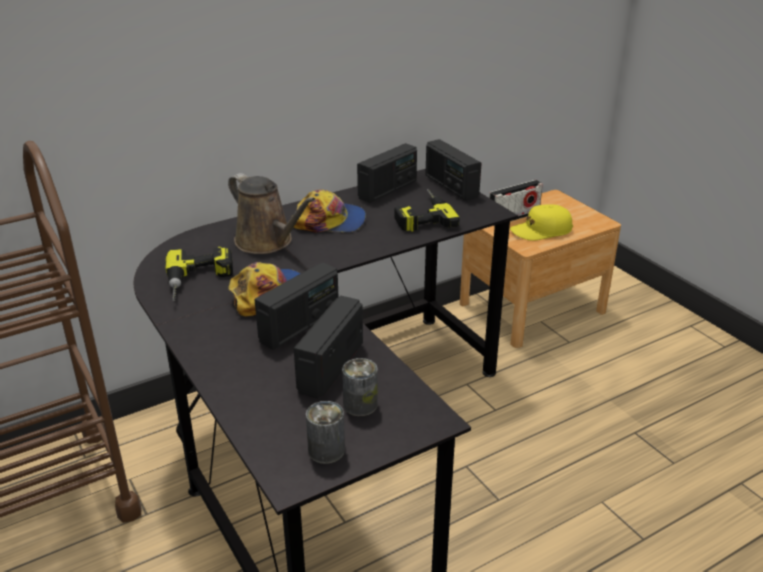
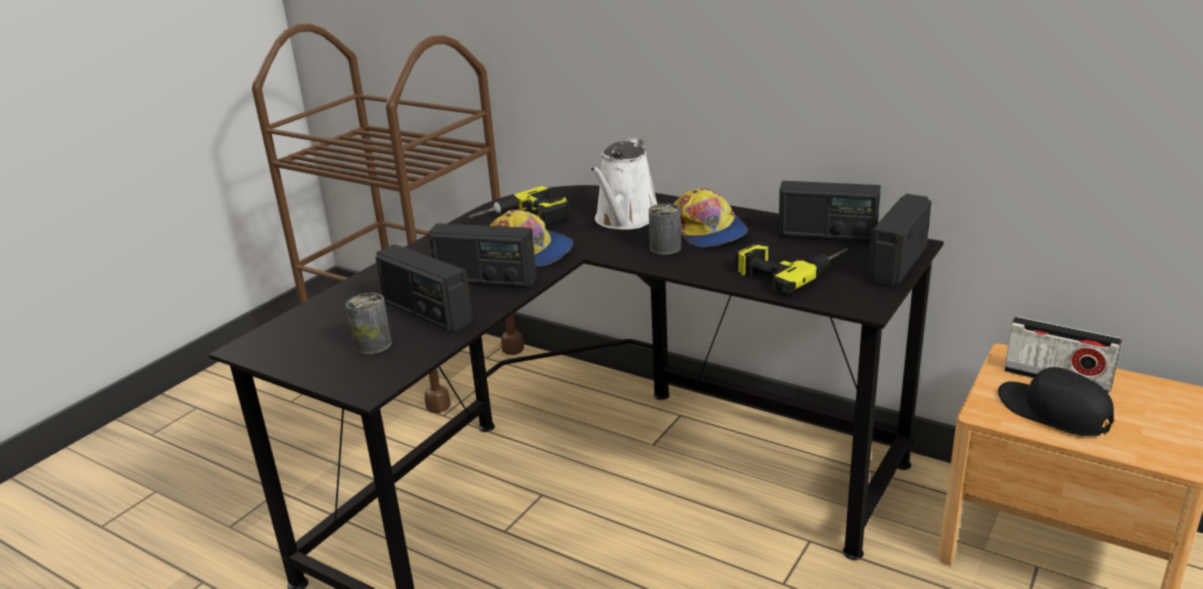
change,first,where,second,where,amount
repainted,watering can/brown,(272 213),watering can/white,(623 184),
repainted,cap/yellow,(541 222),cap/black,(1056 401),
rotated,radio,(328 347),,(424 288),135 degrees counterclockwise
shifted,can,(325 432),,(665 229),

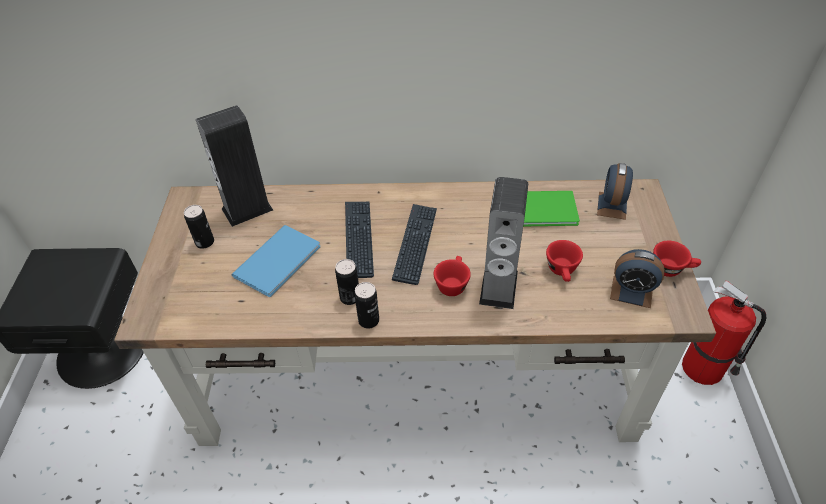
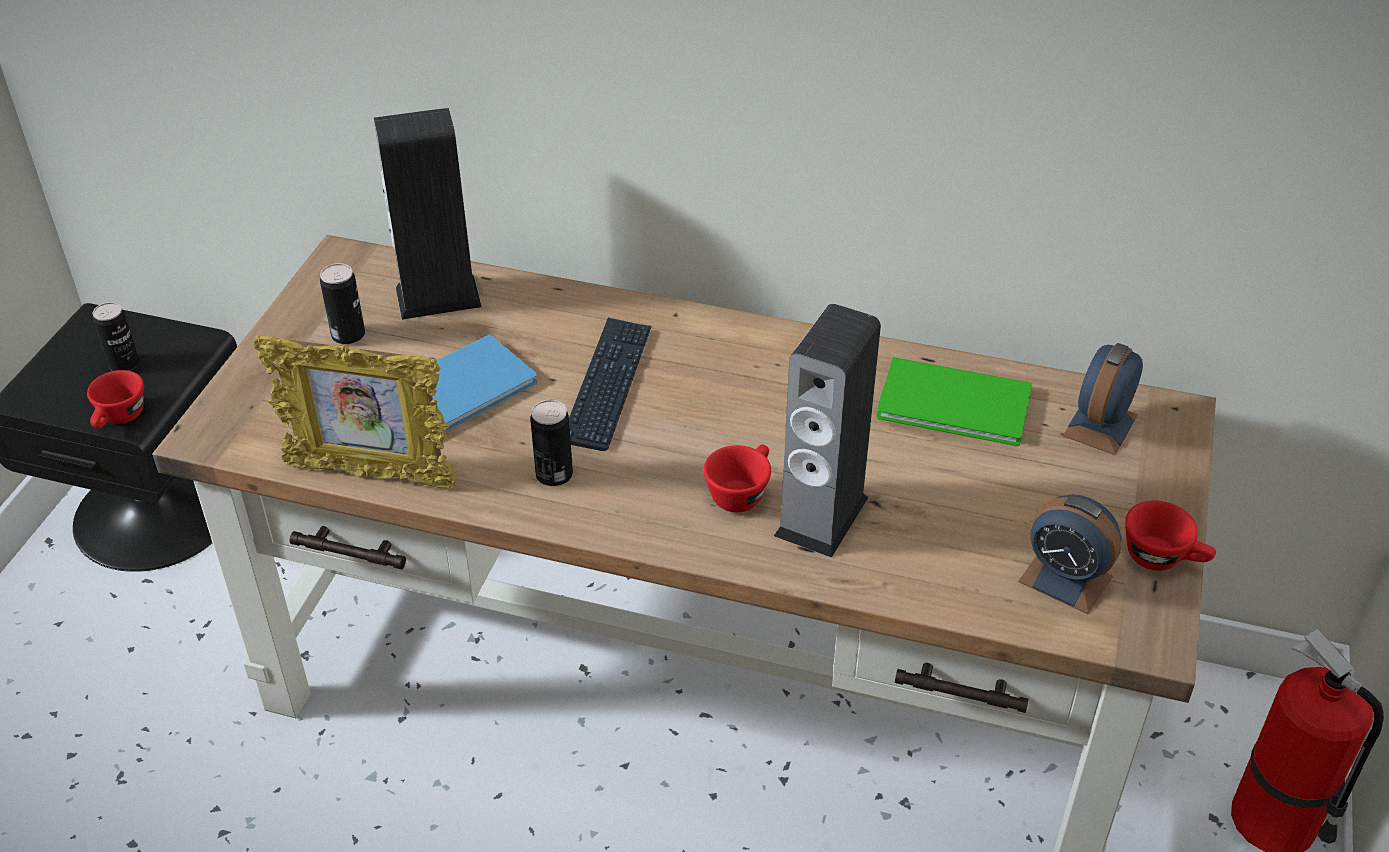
change,first,where,second,where,amount
gone,keyboard,(414 244),,,
shifted,cup/red,(564 261),,(115 399),
shifted,can,(366 305),,(116 336),
new,,,picture frame,(355 412),

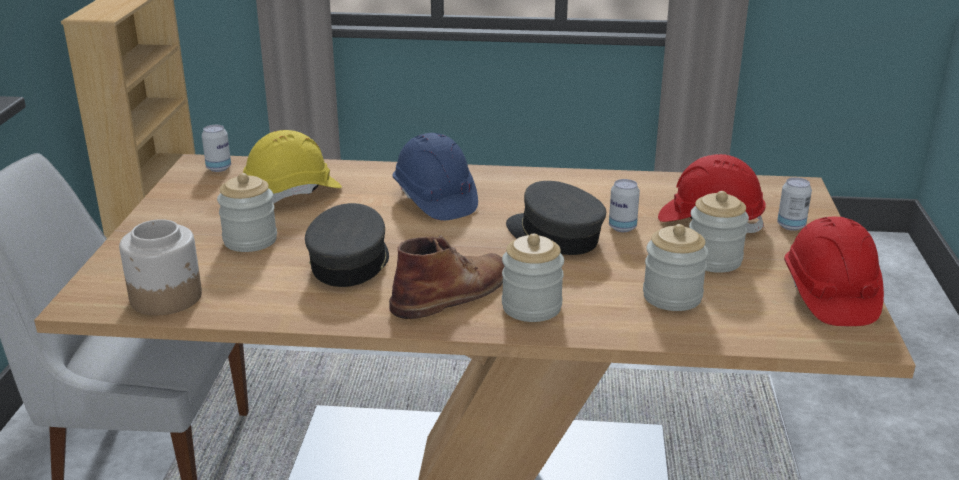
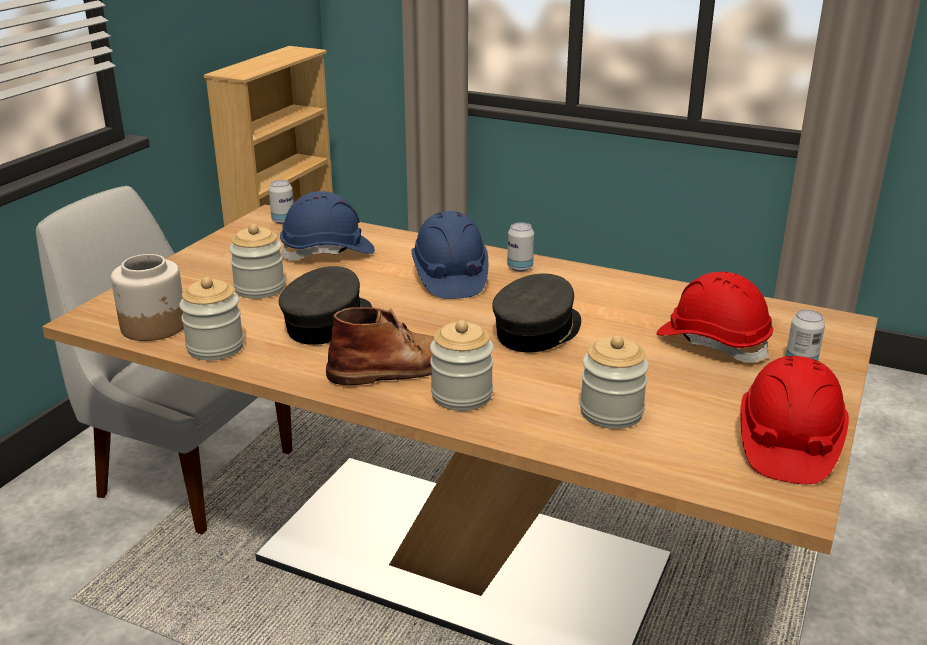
change,first,where,second,where,amount
repainted,hard hat/yellow,(292 167),hard hat/blue,(327 226),
shifted,can,(624 205),,(520 247),
rotated,cap/grey,(556 218),,(536 312),60 degrees clockwise
shifted,jar,(719 232),,(211 318),

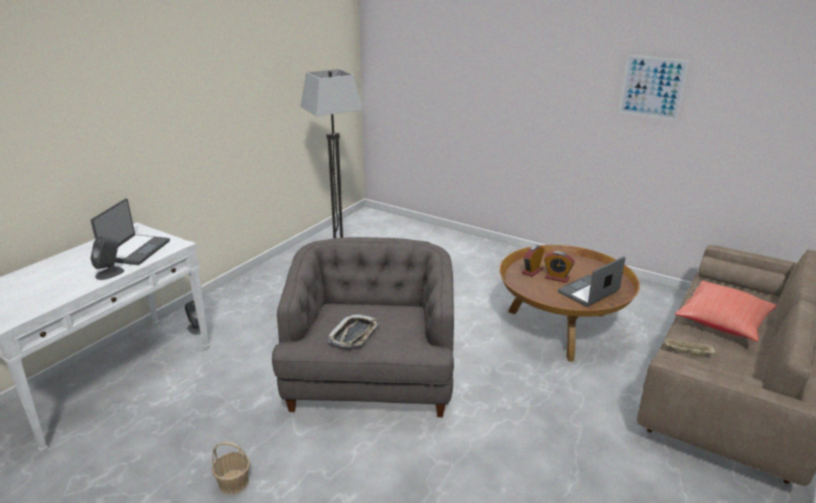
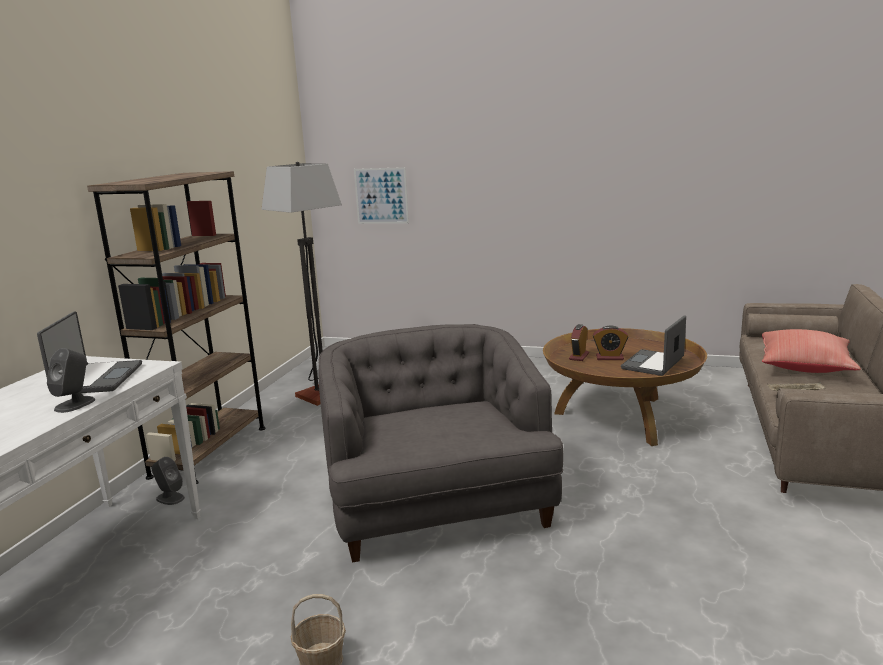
change,first,where,second,where,amount
shifted,picture,(654 87),,(381 195),
gone,tray,(353 330),,,
new,,,bookcase/brown,(176 327),

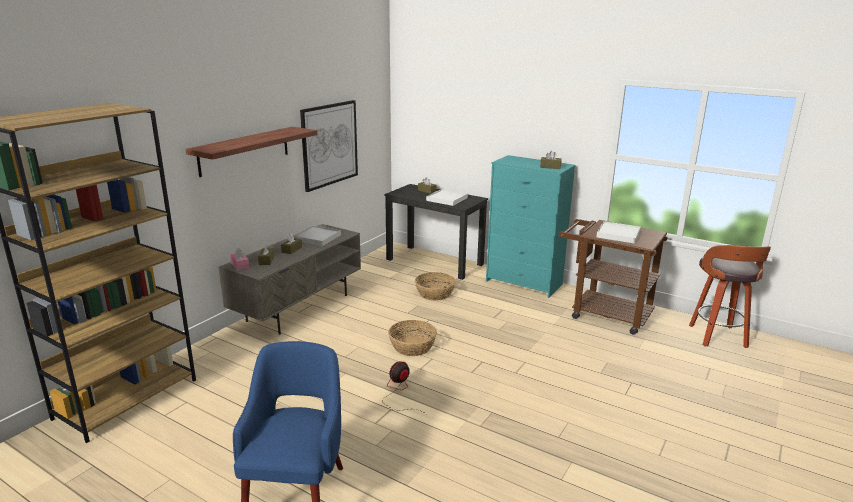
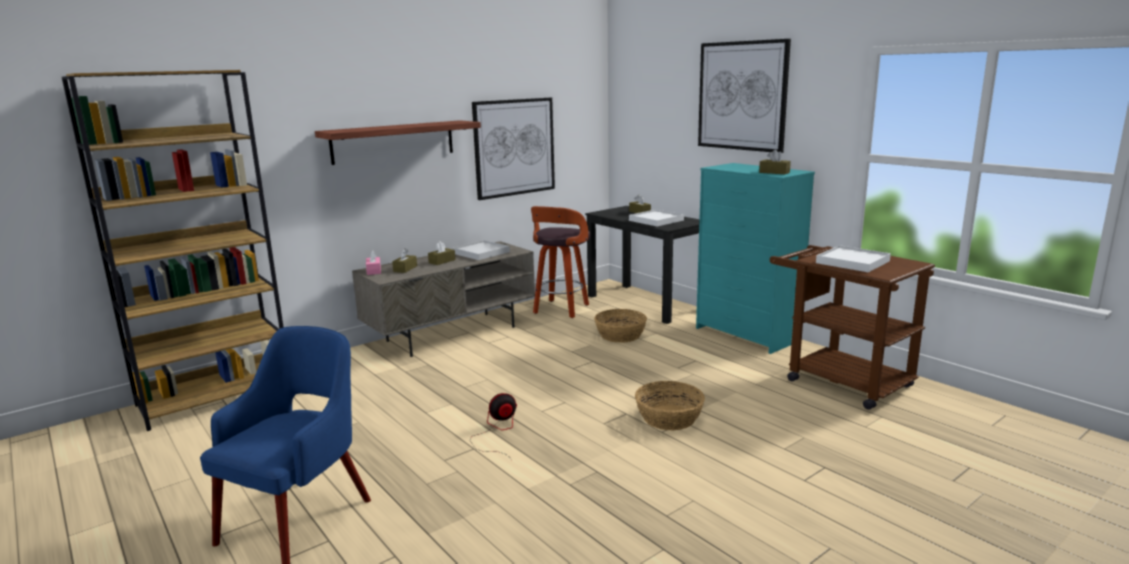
change,first,where,second,where,amount
shifted,stool,(730 296),,(560 262),
shifted,basket,(412 338),,(670 405),
new,,,picture,(744 96),

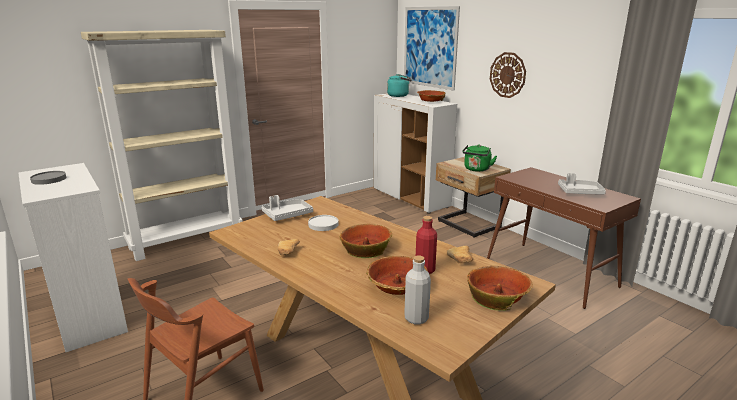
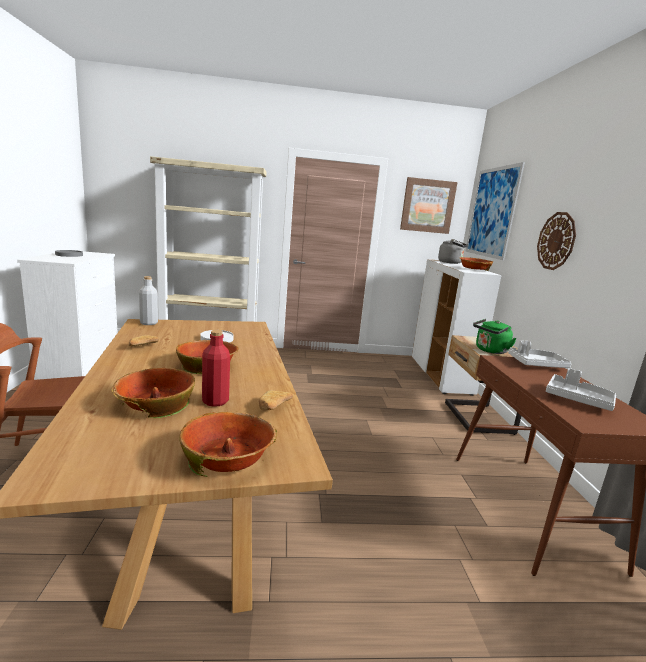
change,first,where,second,where,amount
repainted,kettle/turquoise,(399 85),kettle/grey,(453 251),
shifted,tray/grey,(287 208),,(539 354),
shifted,bottle/grey,(417 289),,(148 300),
new,,,picture,(429 205),

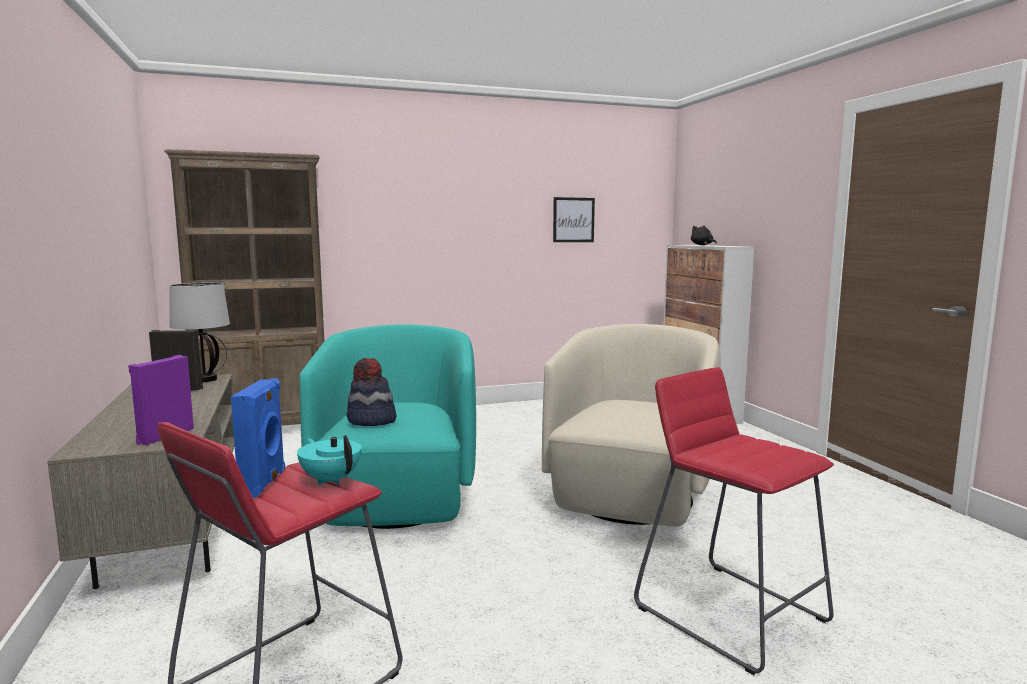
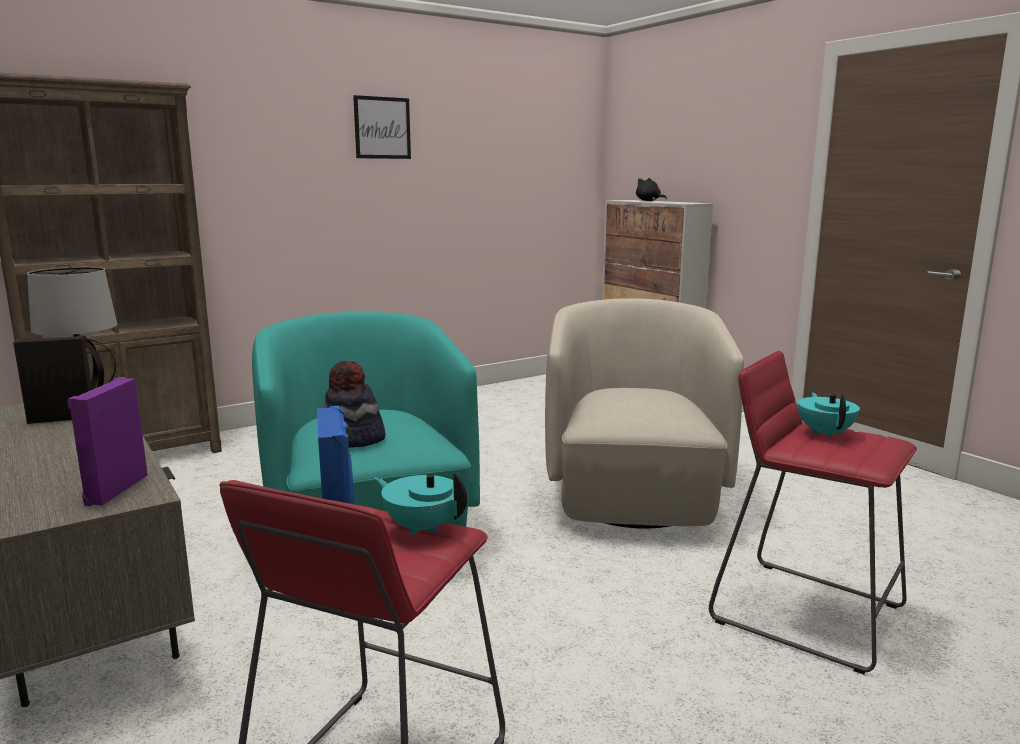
change,first,where,second,where,amount
shifted,picture,(574 219),,(382 127),
new,,,teapot/turquoise,(829 415),

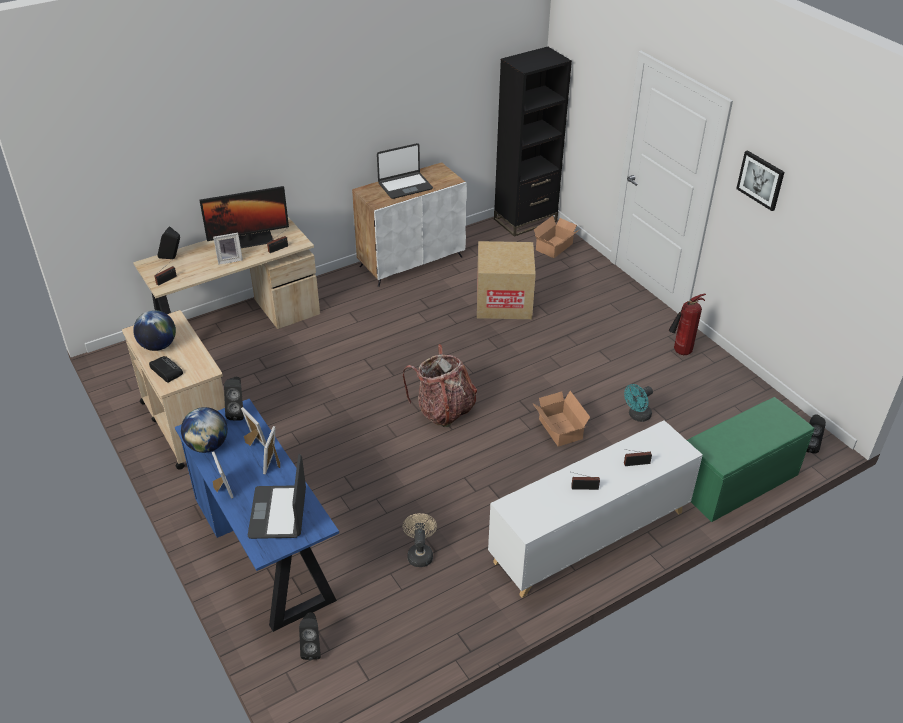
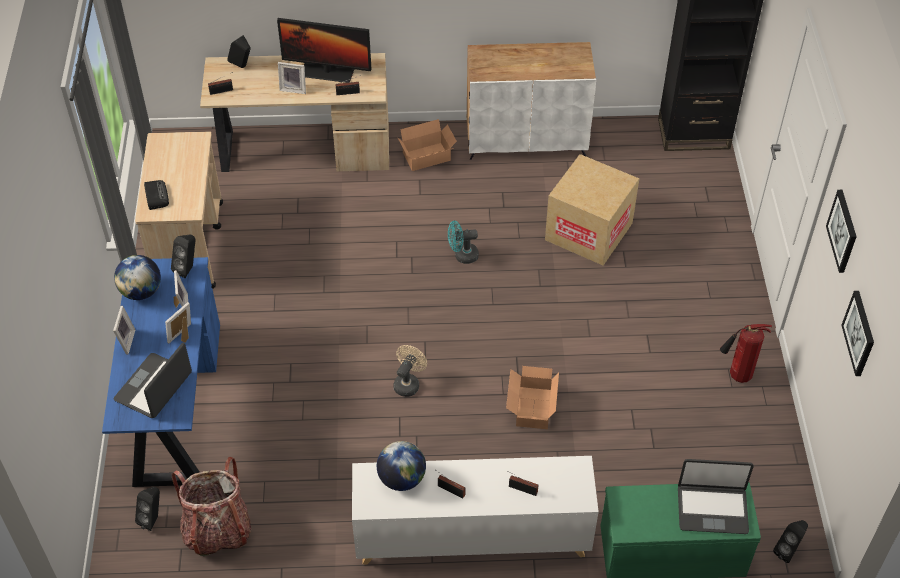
change,first,where,second,where,amount
shifted,laptop,(405 171),,(716 496),
shifted,cardboard box,(556 237),,(427 145),
shifted,globe,(154 330),,(401 466),
shifted,backpack,(440 385),,(211 507),
shifted,fan/turquoise,(638 403),,(463 242),
shifted,fan/beige,(420 540),,(410 371),
new,,,picture,(857 333),

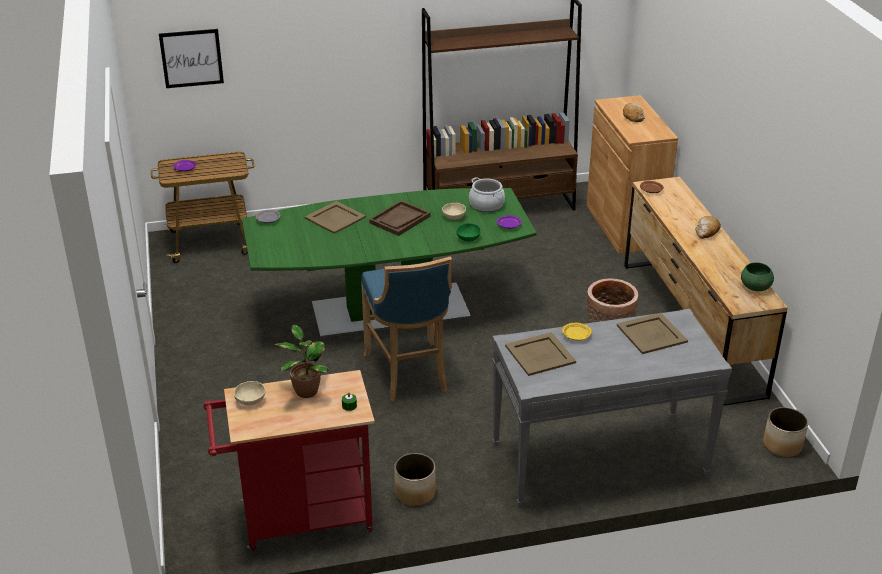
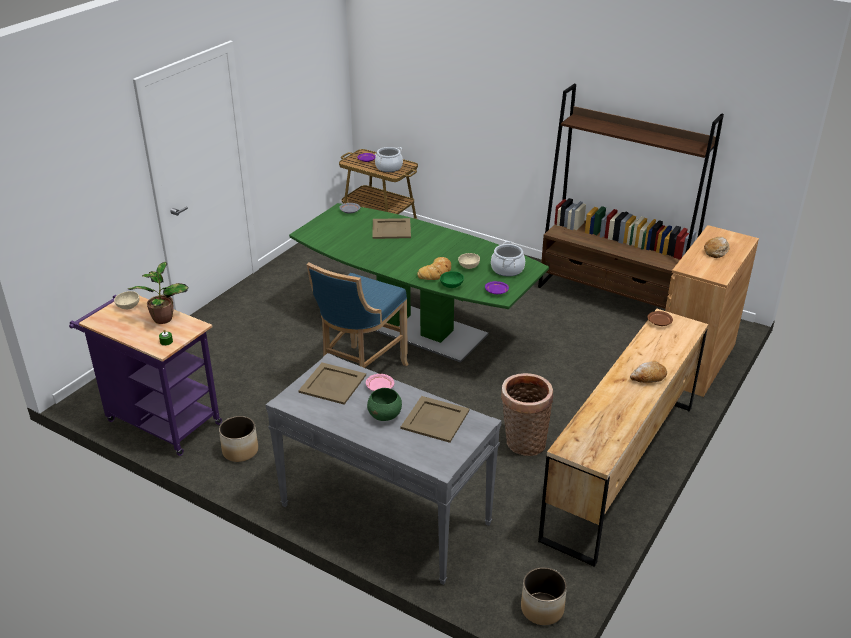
change,first,where,second,where,amount
gone,picture,(191 58),,,
gone,tray/brown,(399 218),,,
shifted,bowl/green,(757 276),,(384 404),
repainted,plate/yellow,(577 332),plate/pink,(380 382),
repainted,cart/red,(289 461),cart/purple,(145 375),
new,,,cooking pot,(389 159),
new,,,bread,(434 268),

